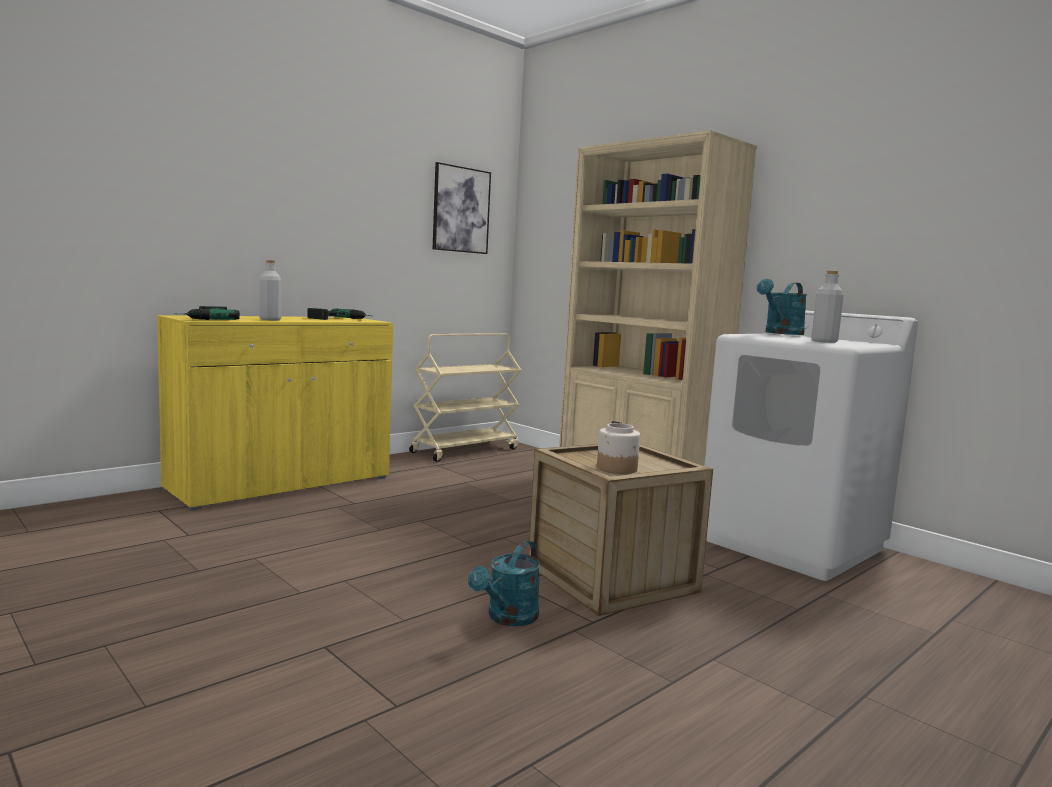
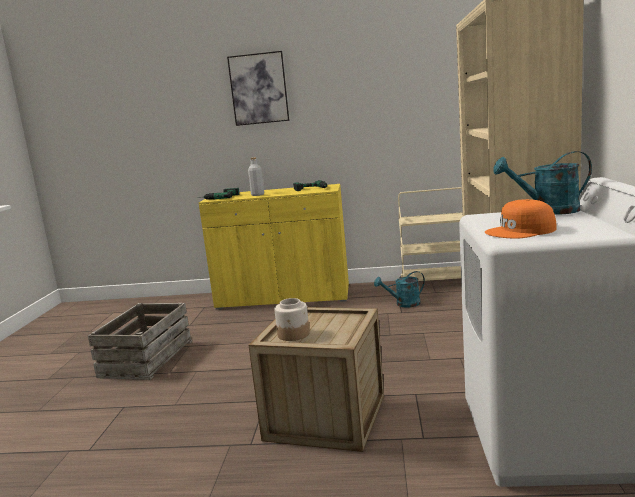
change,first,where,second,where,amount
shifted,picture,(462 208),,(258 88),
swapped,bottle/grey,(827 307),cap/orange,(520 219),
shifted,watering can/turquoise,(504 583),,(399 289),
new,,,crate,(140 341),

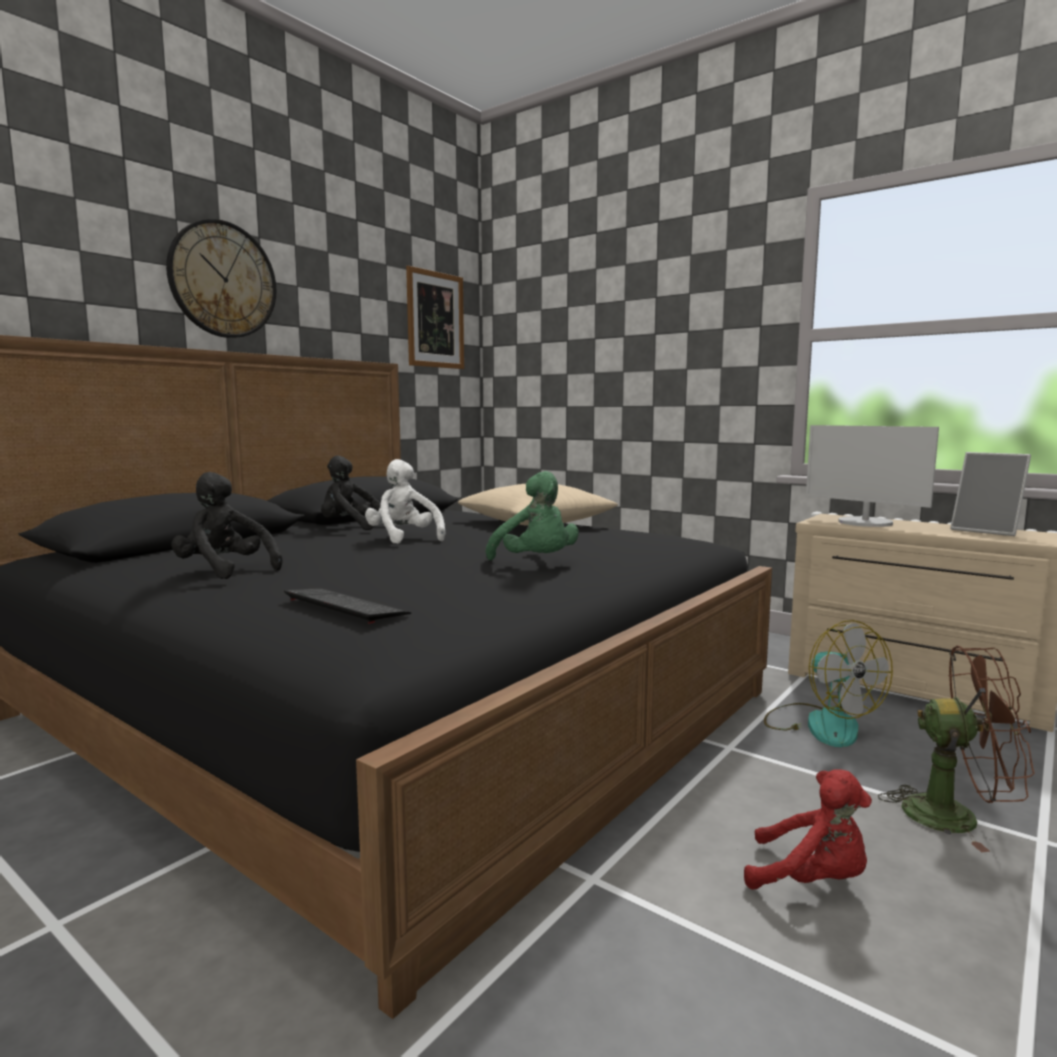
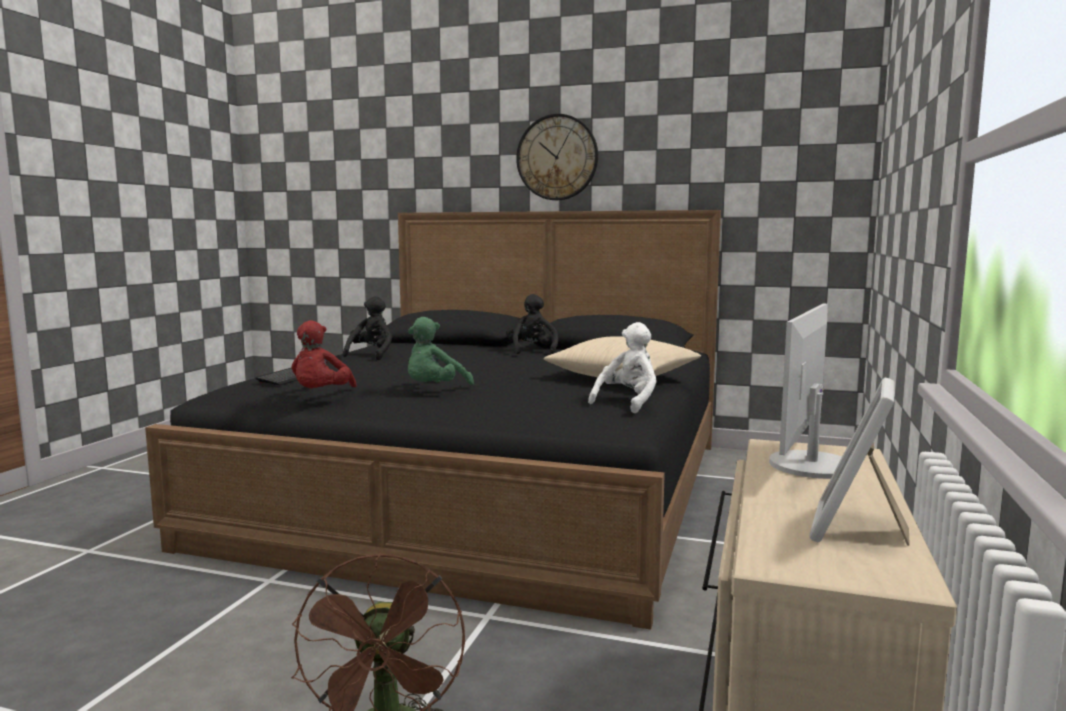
change,first,where,second,where,amount
gone,picture,(435 317),,,
shifted,plush toy/white,(405 501),,(622 367),
gone,fan,(828 683),,,
shifted,plush toy/red,(808 829),,(324 354),

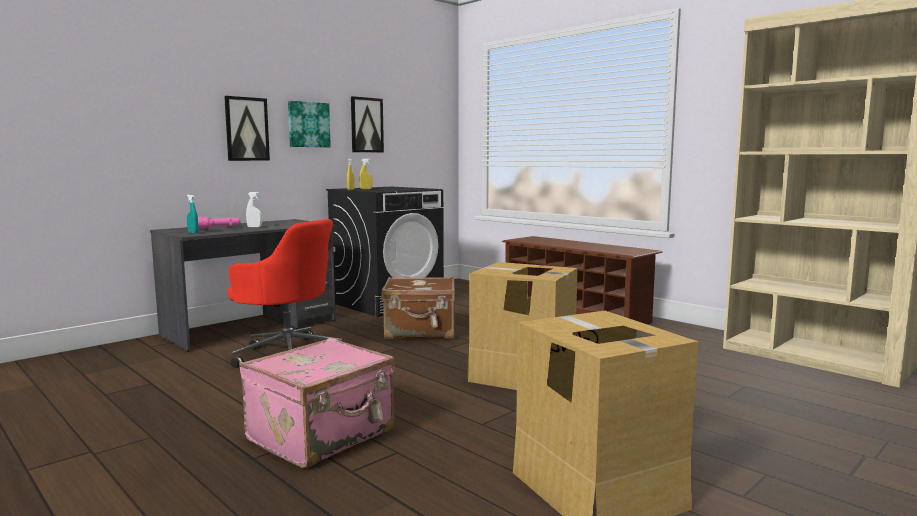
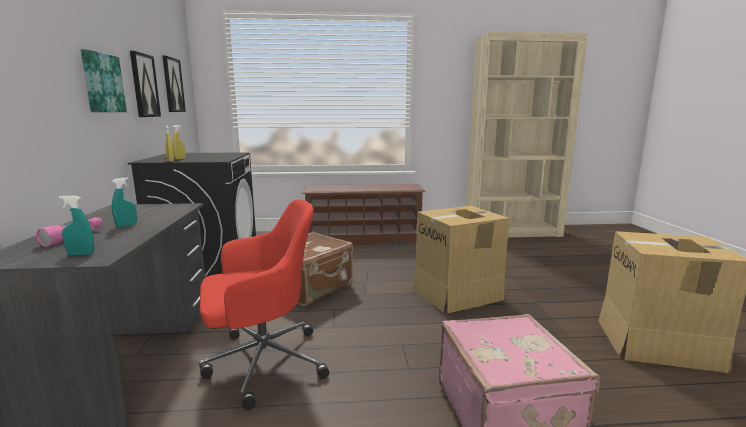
change,first,where,second,where,amount
shifted,picture,(247 128),,(174 84),
repainted,spray bottle/white,(254 209),spray bottle/turquoise,(124 202),

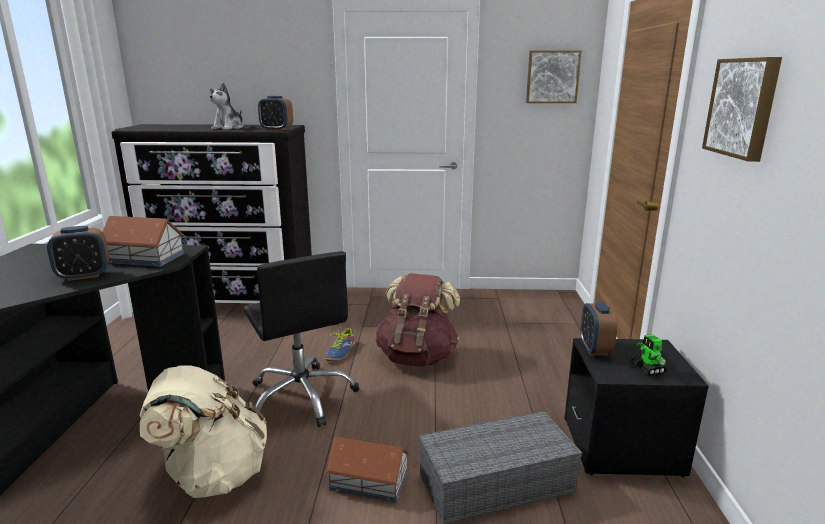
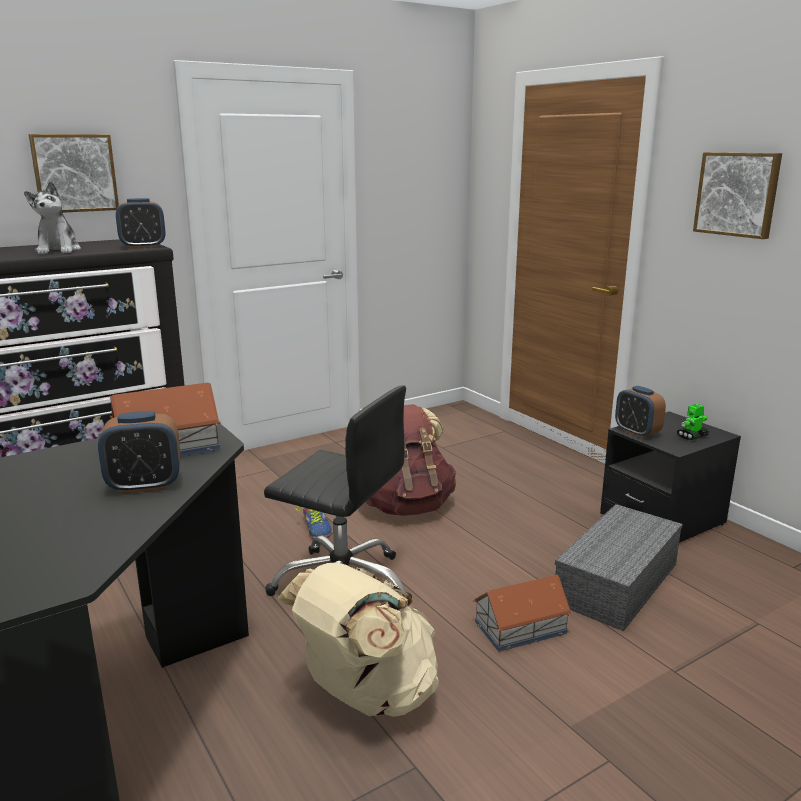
change,first,where,second,where,amount
shifted,picture,(554 76),,(74 173),
rotated,alarm clock,(78 253),,(139 452),45 degrees clockwise
rotated,toy robot,(649 355),,(693 422),105 degrees clockwise

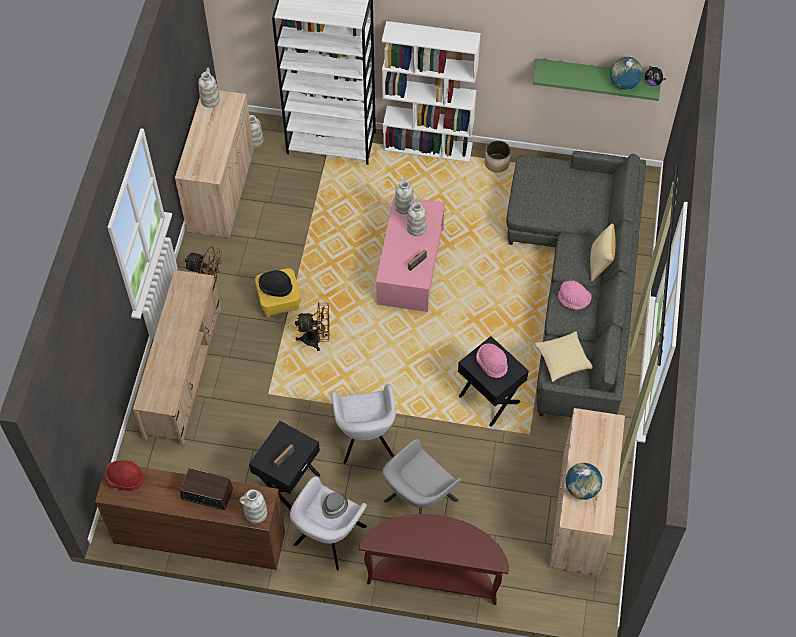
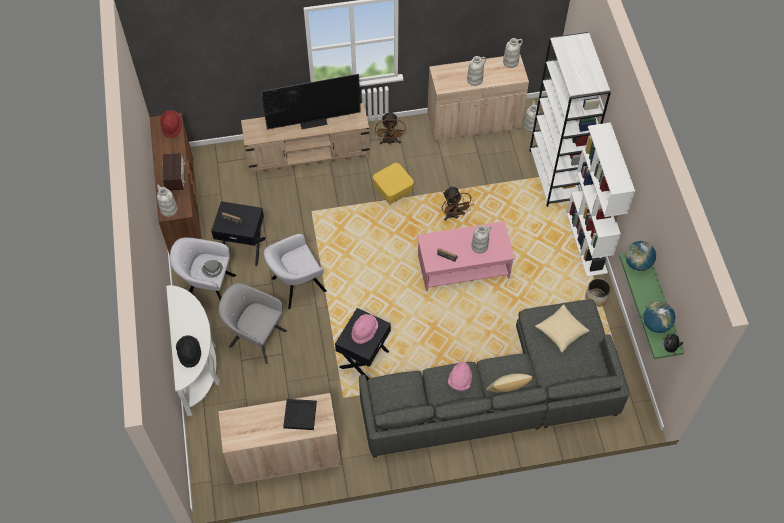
change,first,where,second,where,amount
shifted,vase/white,(404 195),,(476 71),
shifted,hat/black,(276 283),,(188 351),
shifted,fan/brown,(312 326),,(458 203),
shifted,pillow,(564 356),,(562 328),
shifted,globe,(583 481),,(640 256),
repainted,console table/brown,(434 559),console table/white,(193 350),
new,,,television,(311 102),
new,,,tray/black,(300 414),

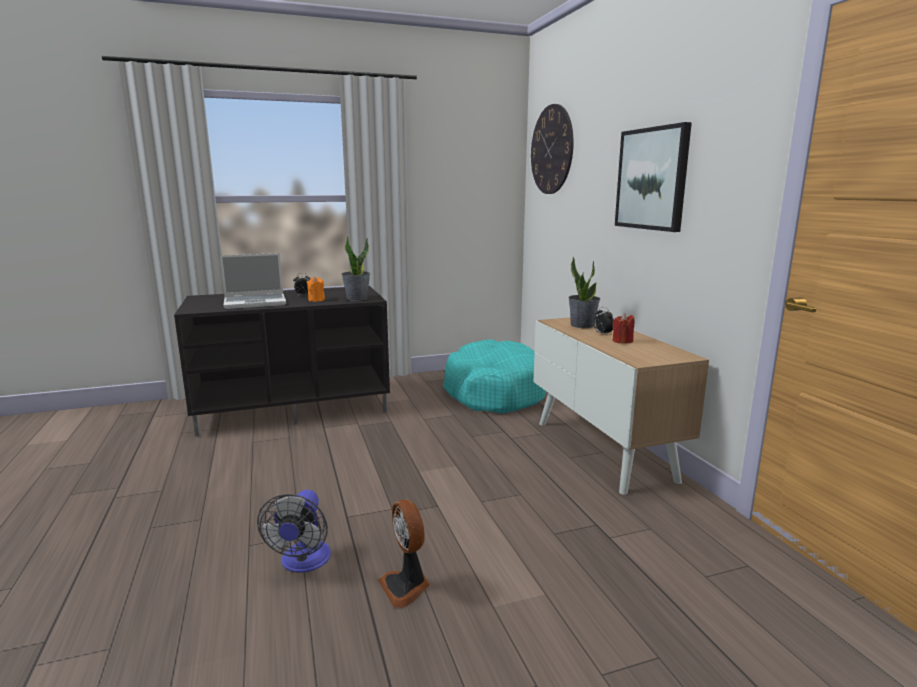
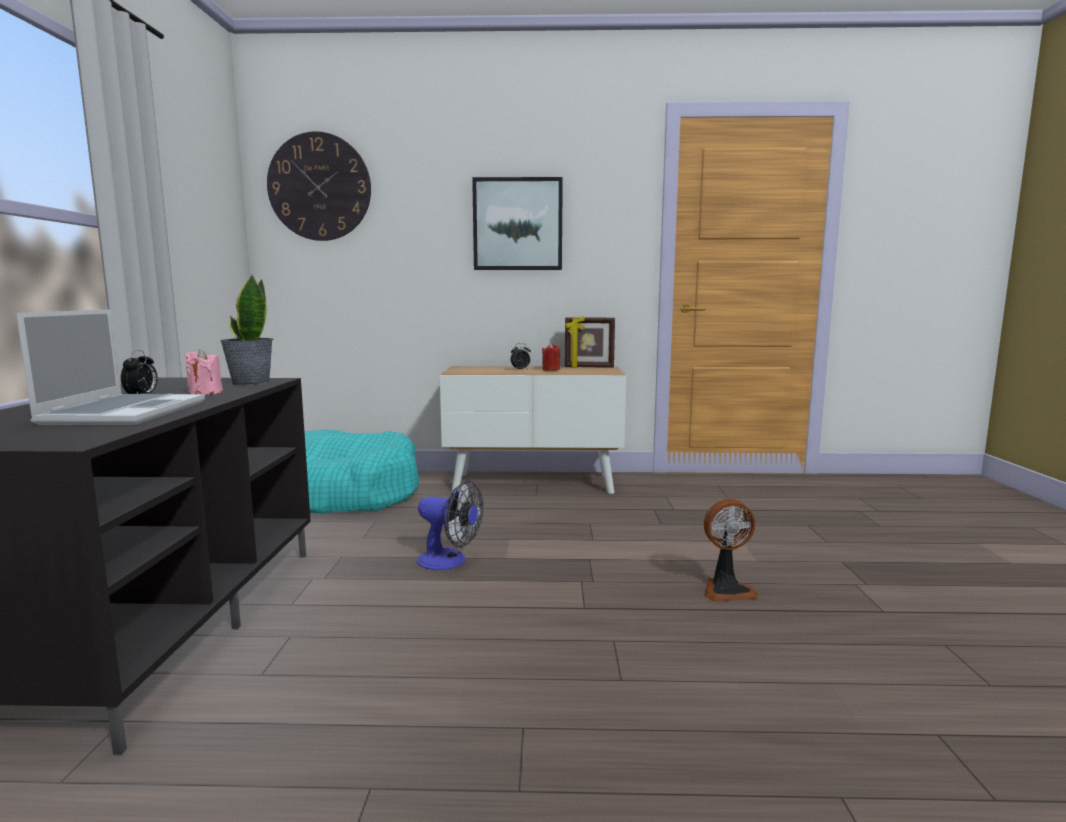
change,first,where,second,where,amount
gone,potted plant,(584 292),,,
repainted,candle/orange,(316 289),candle/pink,(204 372),
shifted,fan,(294 531),,(450 525),
new,,,picture frame,(590 342),

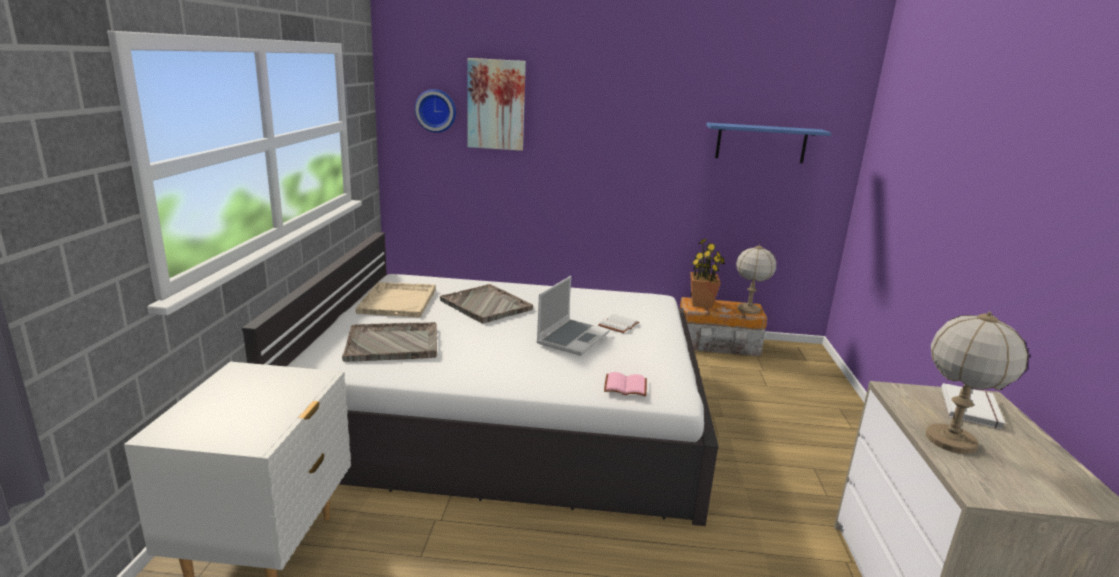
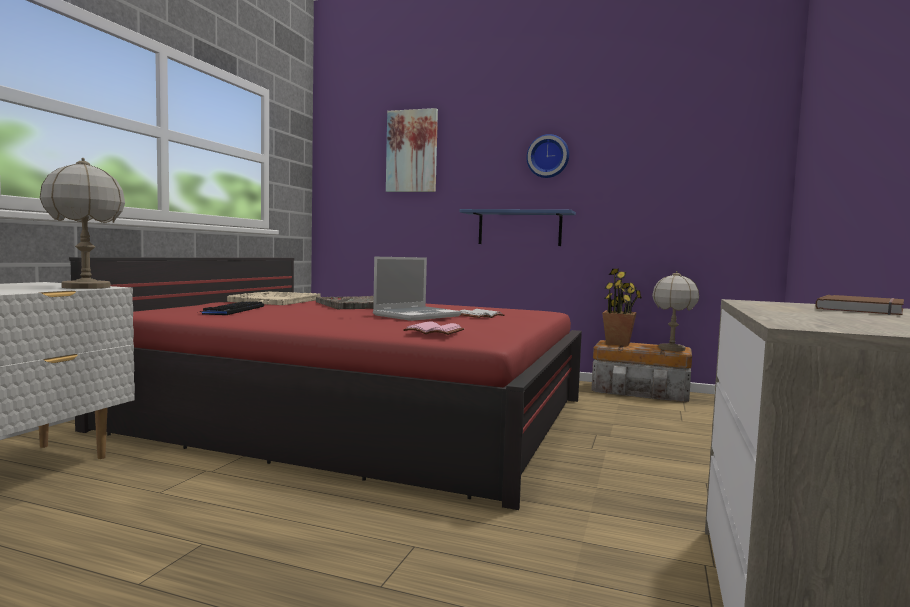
change,first,where,second,where,amount
shifted,wall clock,(435 111),,(547 156),
shifted,shelf/blue,(768 143),,(517 227),
repainted,bed/white,(480 379),bed/red,(325 383),
shifted,table lamp,(977 382),,(82 223),
swapped,tray/grey,(389 342),keyboard,(232 308),
repainted,book/white,(973 406),book/brown,(859 305),

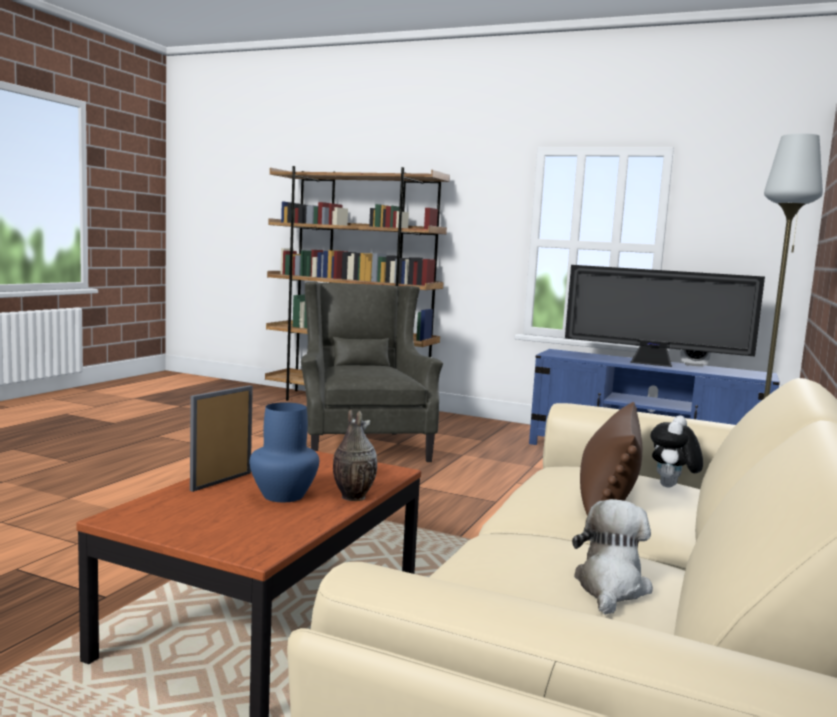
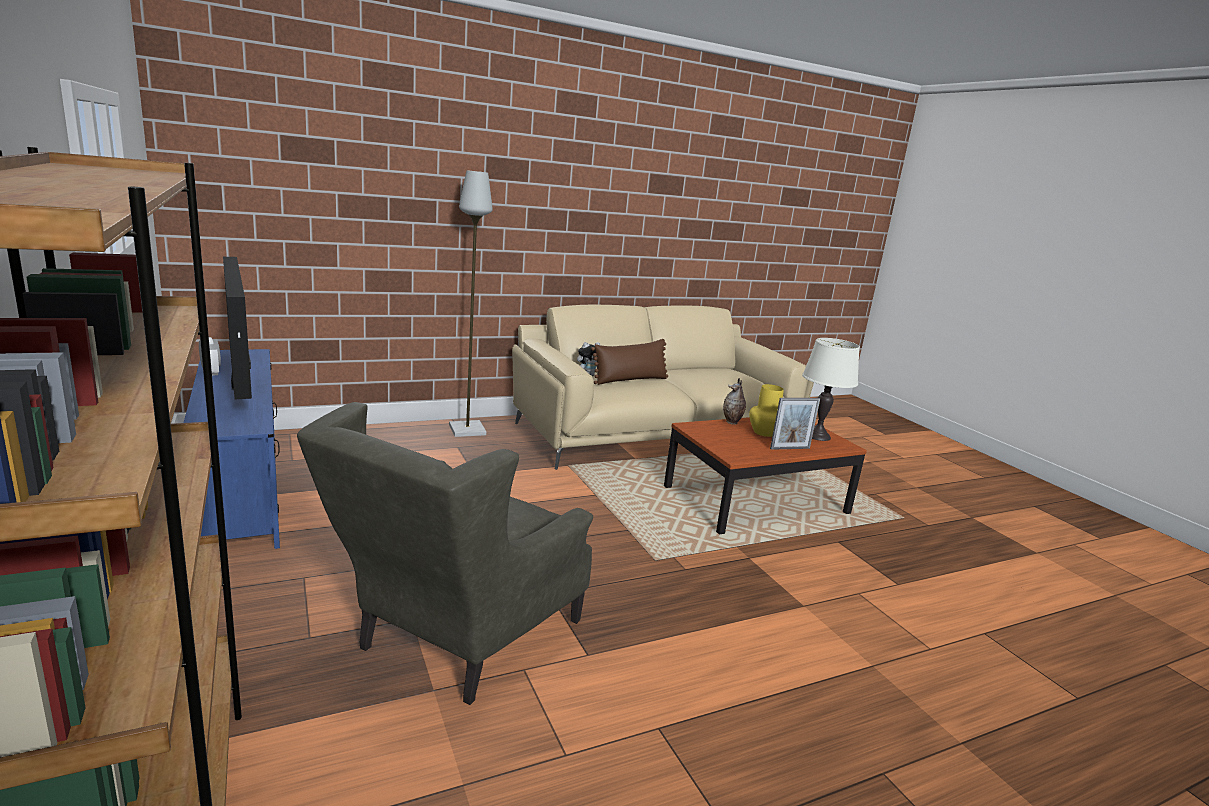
change,first,where,second,where,amount
repainted,vase/blue,(284 452),vase/yellow,(766 410),
gone,plush toy,(612 557),,,
new,,,table lamp/white,(831 389),

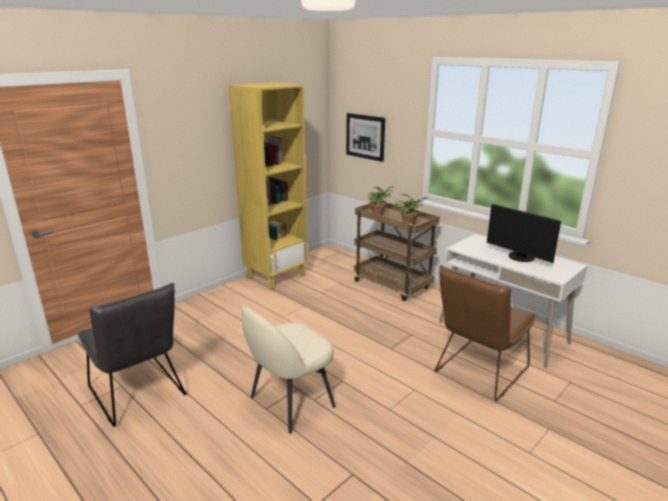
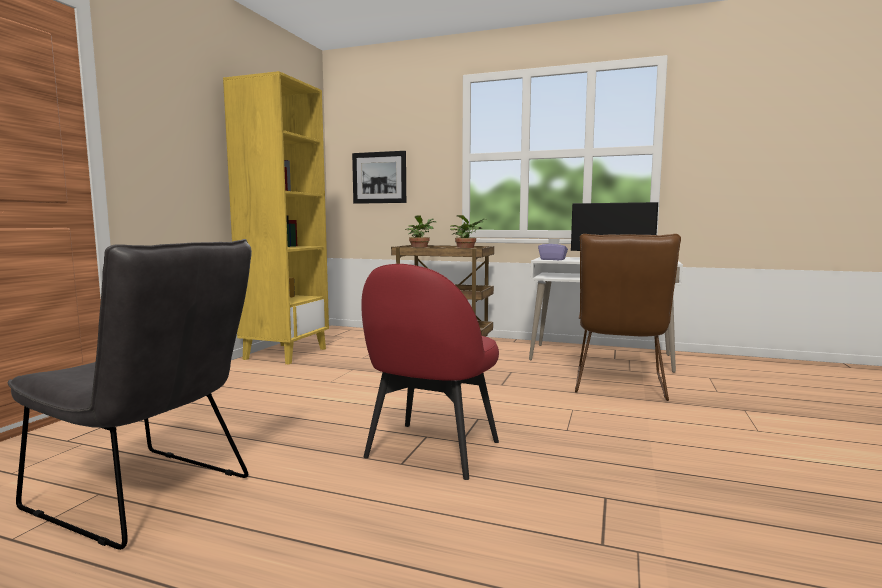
change,first,where,second,where,amount
repainted,chair/beige,(288 369),chair/red,(430 372),
new,,,tissue box/purple,(553 249),

